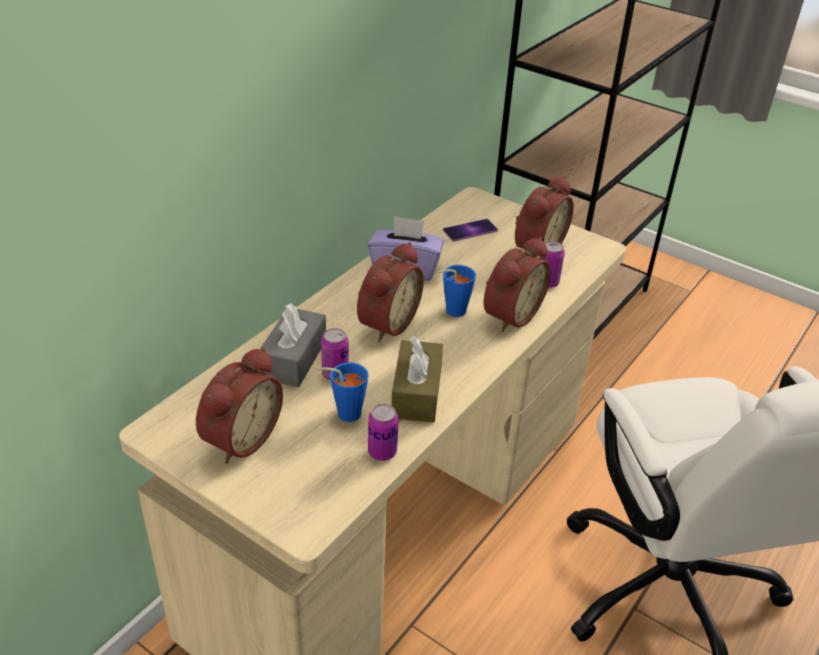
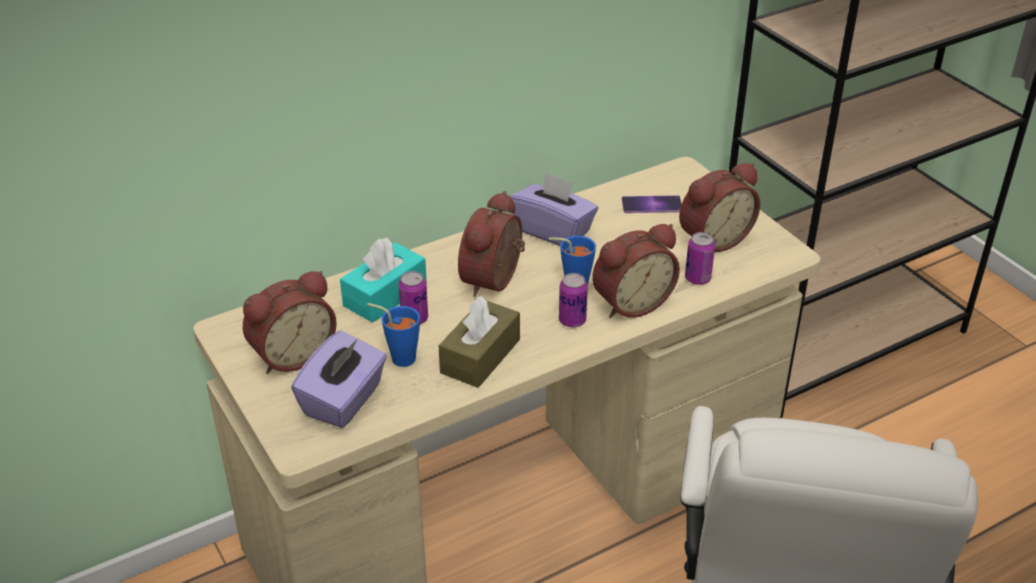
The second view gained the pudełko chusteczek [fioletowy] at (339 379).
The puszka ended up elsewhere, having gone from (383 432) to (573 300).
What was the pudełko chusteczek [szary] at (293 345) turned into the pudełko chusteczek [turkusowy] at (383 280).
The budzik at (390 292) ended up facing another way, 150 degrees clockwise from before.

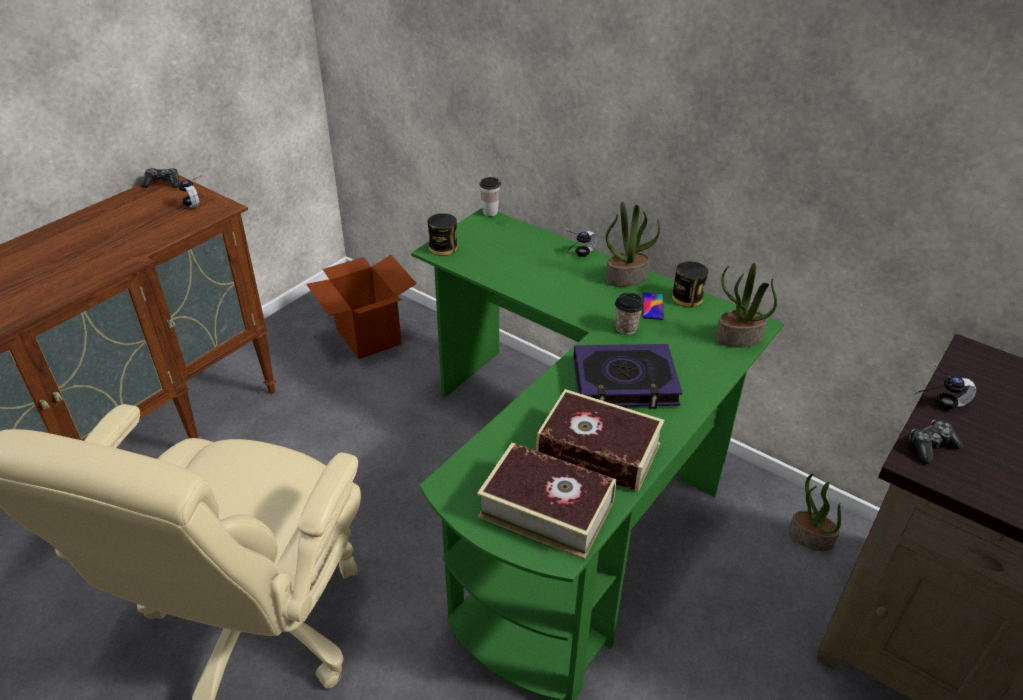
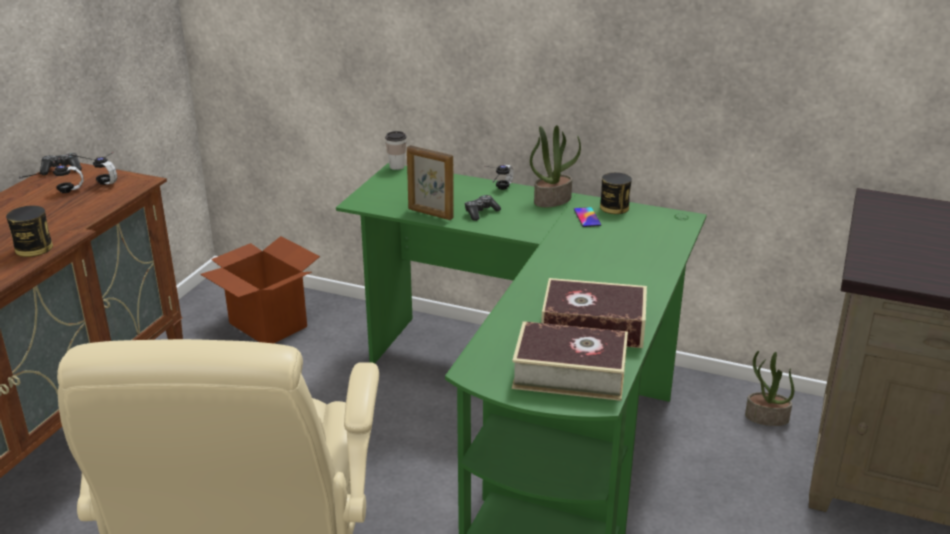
The second view lost the książka at (627 376).
The second view lost the filiżanka at (629 314).
The second view lost the roślina doniczkowa at (746 305).
The second view gained the ramka na zdjęcie at (430 182).
The puszka ended up elsewhere, having gone from (442 234) to (29 231).
The pad do gier ended up elsewhere, having gone from (936 442) to (483 208).
The słuchawki ended up elsewhere, having gone from (944 387) to (51 177).

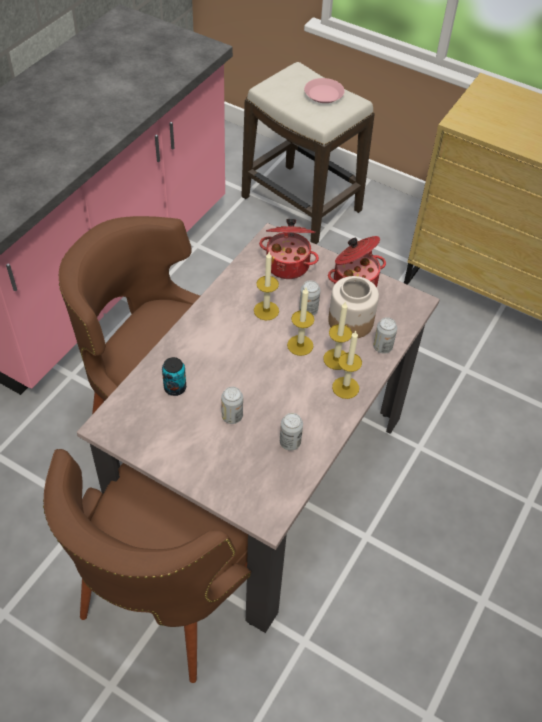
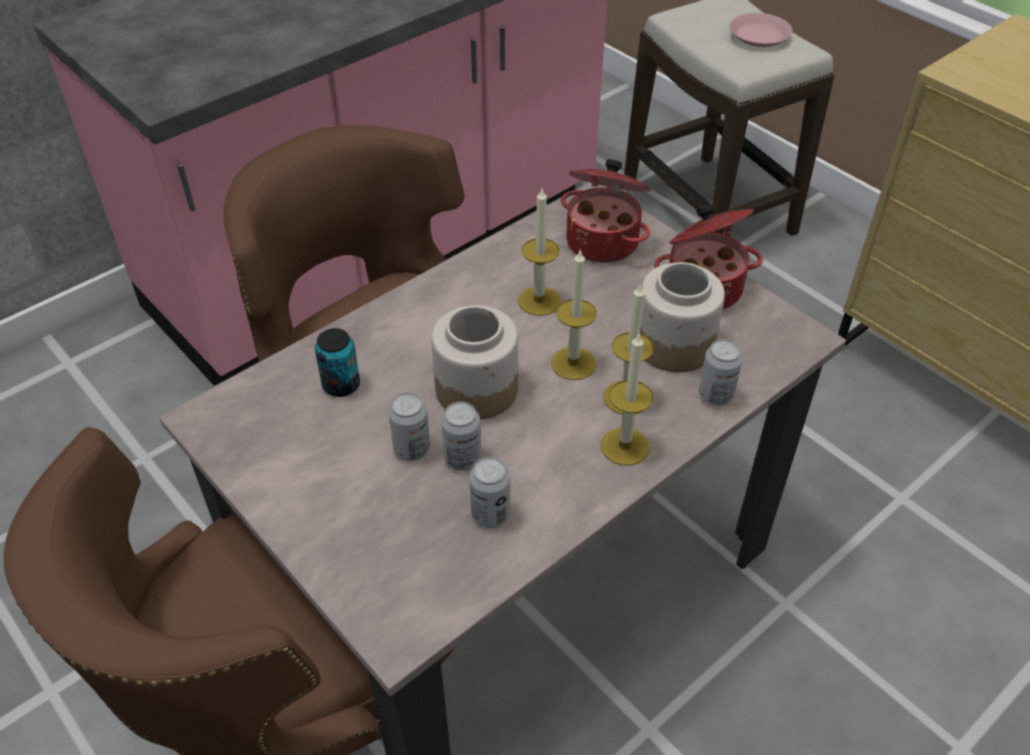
The second view gained the słoik at (474 362).
The puszka ended up elsewhere, having gone from (309 297) to (461 436).

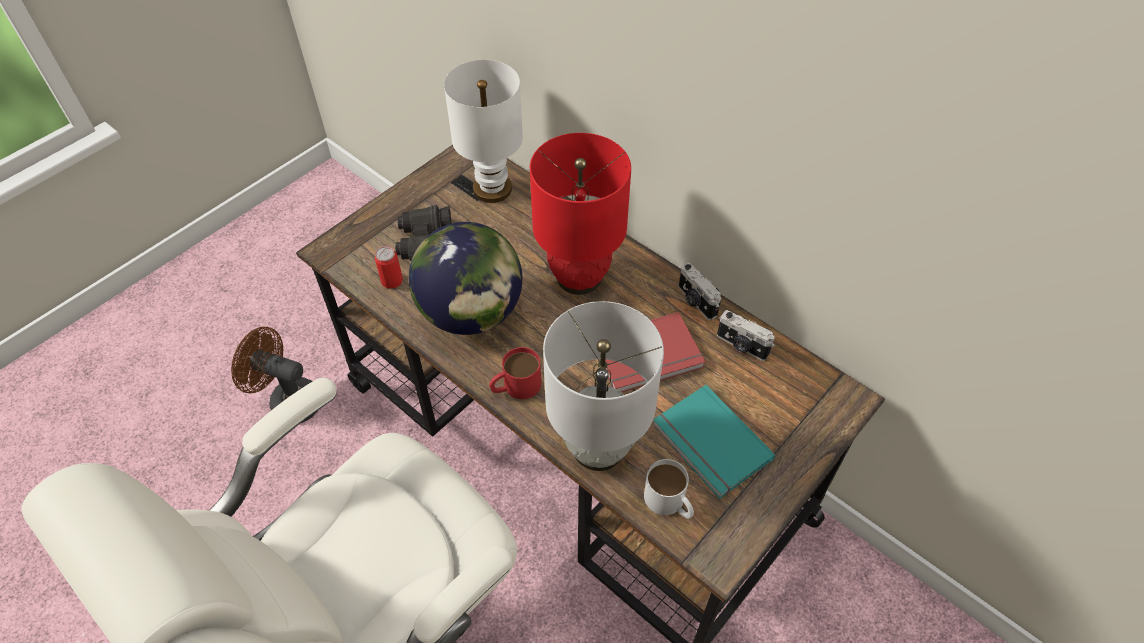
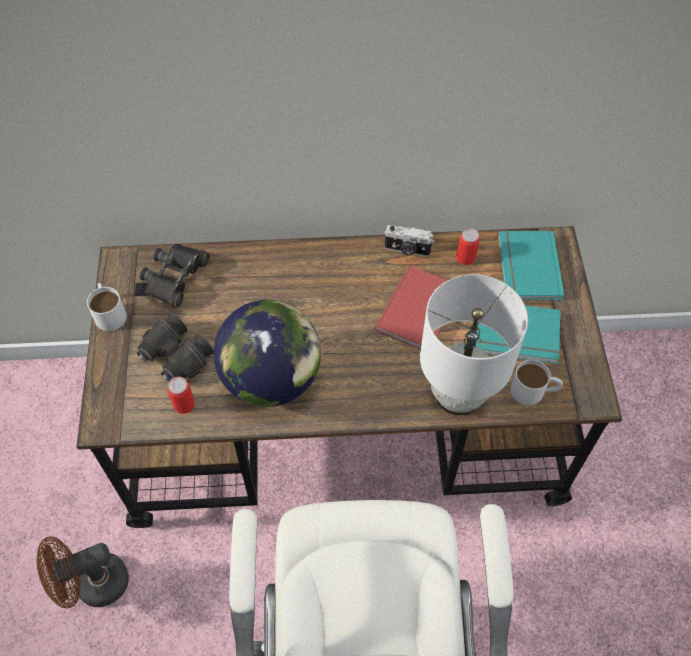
The second view lost the kubek [czerwony] at (515 373).
The second view lost the lampa stołowa [czerwony] at (580 214).
The second view gained the kubek [biały] at (107 307).
The second view gained the książka [turkusowy] at (531 265).
Where the lampa stołowa [biały] stood at (483 131), the lornetka [czarny] came to stand at (175 276).
Where the aparat fotograficzny stood at (746 335), the puszka came to stand at (468 246).

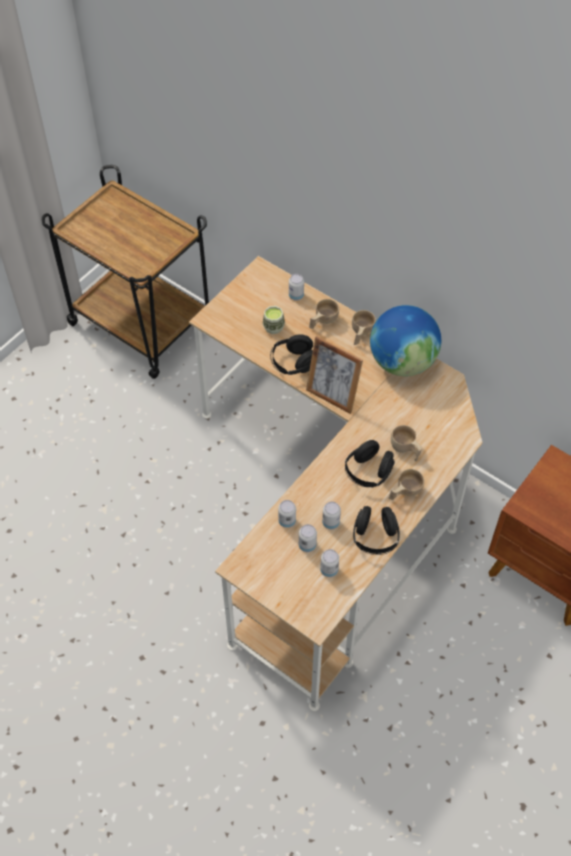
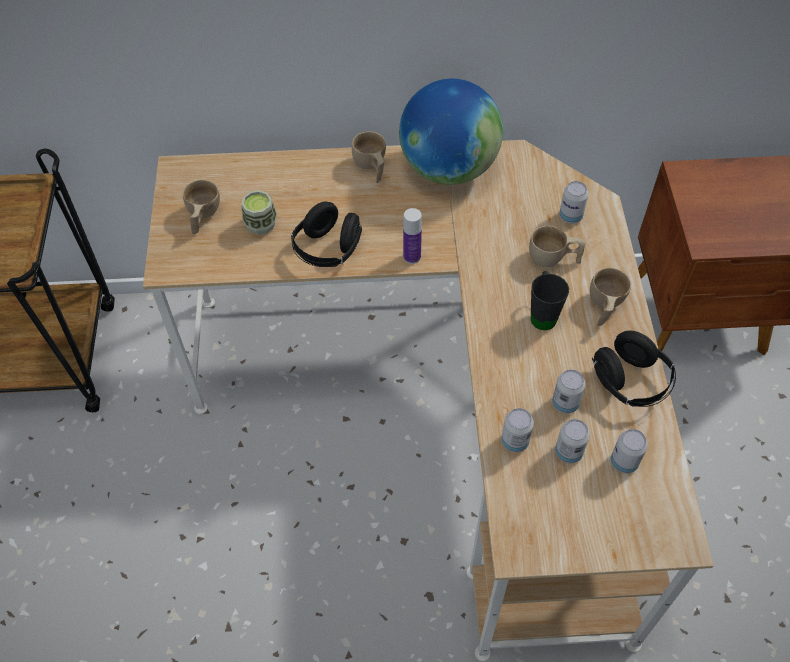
The puszka ended up elsewhere, having gone from (296 287) to (573 202).
The filiżanka [beżowy] ended up elsewhere, having gone from (324 314) to (201 207).
Where the ramka na zdjęcie stood at (334 375), the butelka came to stand at (412 236).
Where the słuchawki [czarny] stood at (370 463), the kubek [czarny] came to stand at (550 300).

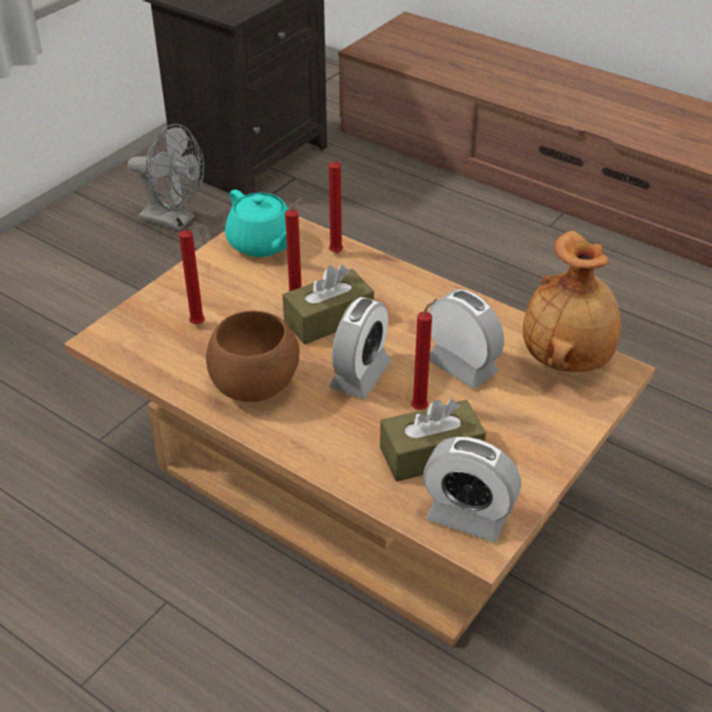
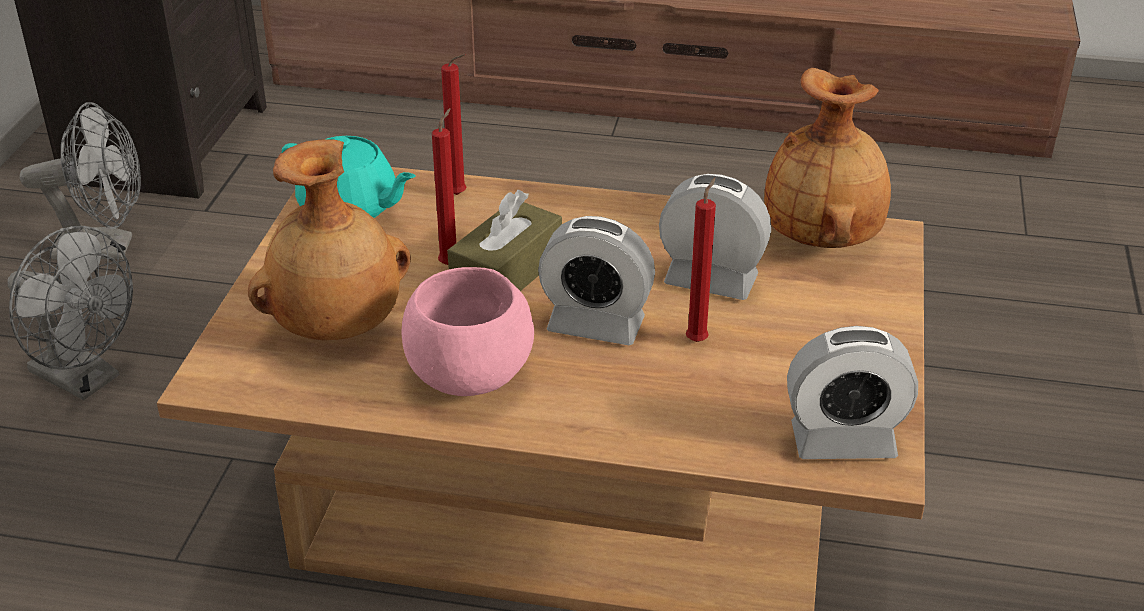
The second view lost the pudełko chusteczek [brązowy] at (433 440).
The second view gained the wentylator [szary] at (70 313).
Where the świeca [czerwony] stood at (192 276), the wazon [brązowy] came to stand at (329 239).
What was the miska [brązowy] at (253 356) turned into the miska [różowy] at (468 331).
The budzik at (360 348) ended up facing another way, 105 degrees clockwise from before.

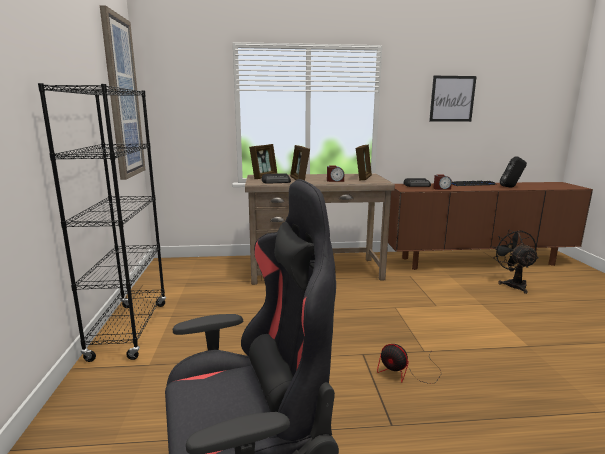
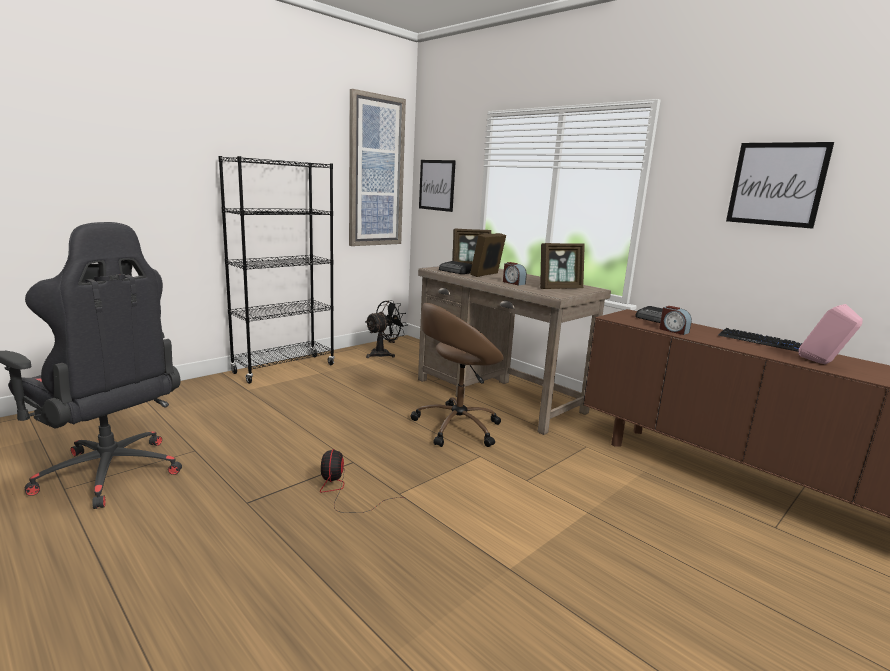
The second view gained the krzesło biurowe [brązowy] at (457 375).
The second view gained the obraz at (437 186).
The wentylator [czarny] ended up elsewhere, having gone from (516 262) to (386 329).
What was the głośnik [czarny] at (513 171) turned into the głośnik [różowy] at (830 334).

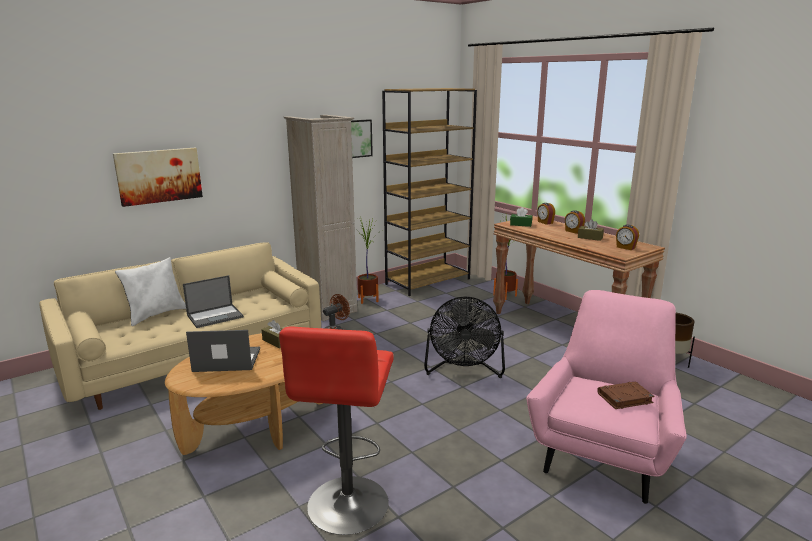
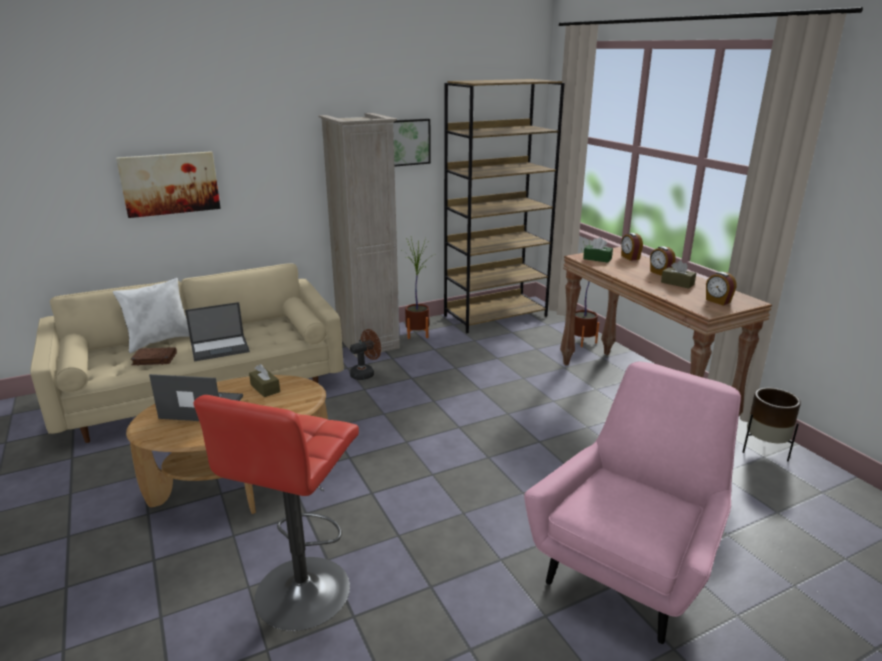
The second view lost the wentylator [czarny] at (464 337).
The książka [brązowy] ended up elsewhere, having gone from (625 395) to (153 356).

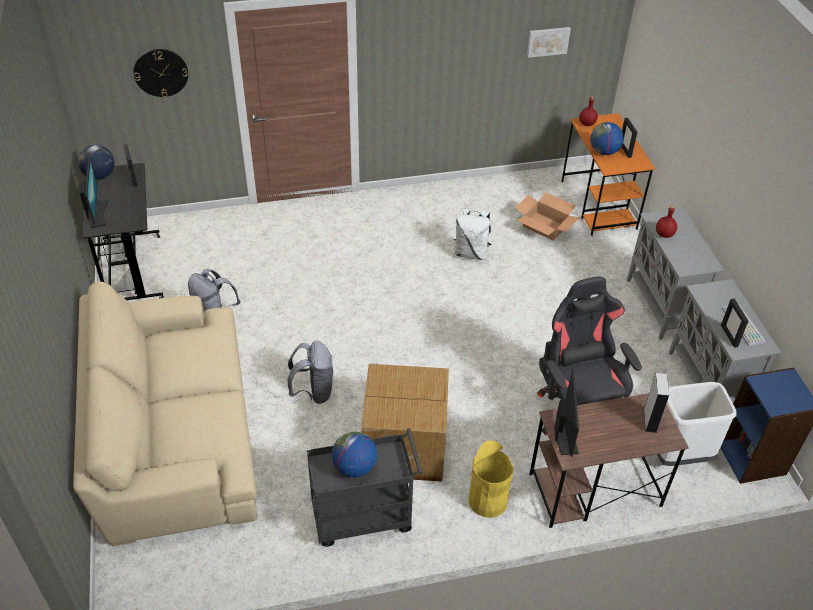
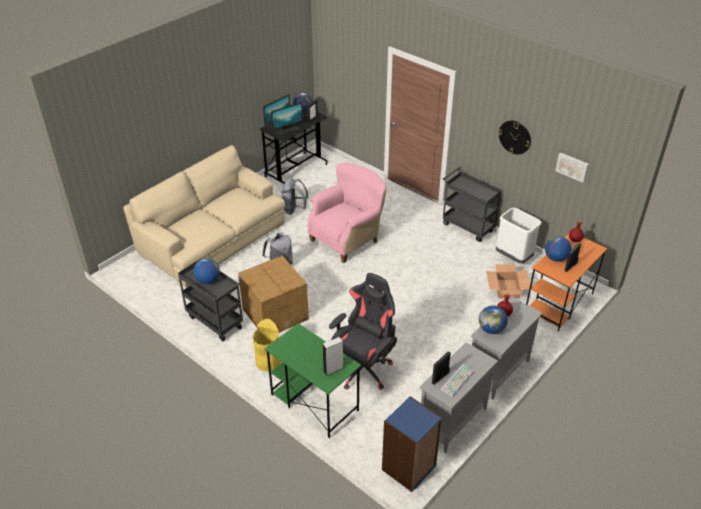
The second view lost the plecak [biały] at (472 234).
The second view gained the fotel [różowy] at (347 213).
The second view gained the wózek [szary] at (472 204).
The second view gained the globus at (493 320).
The zegar ścienny ended up elsewhere, having gone from (161 73) to (514 137).
The monitor ended up elsewhere, having gone from (566 413) to (287 119).
The kosz na śmieci [biały] ended up elsewhere, having gone from (696 424) to (519 236).
What was the biurko [brązowy] at (609 460) turned into the biurko [zielony] at (313 380).

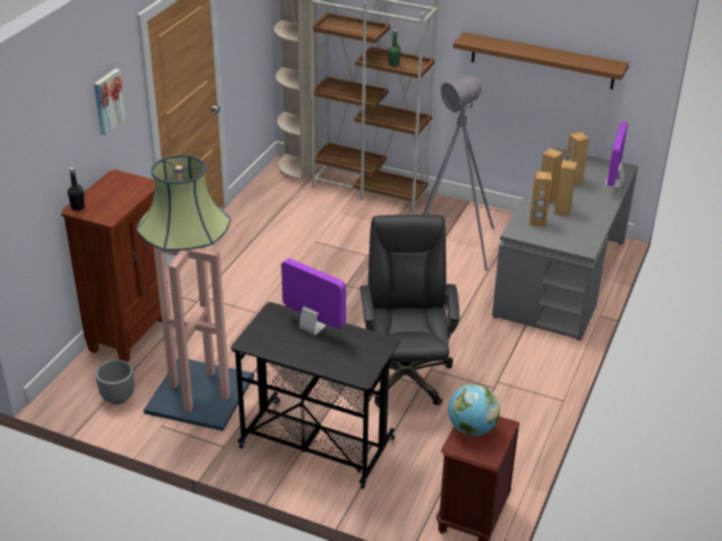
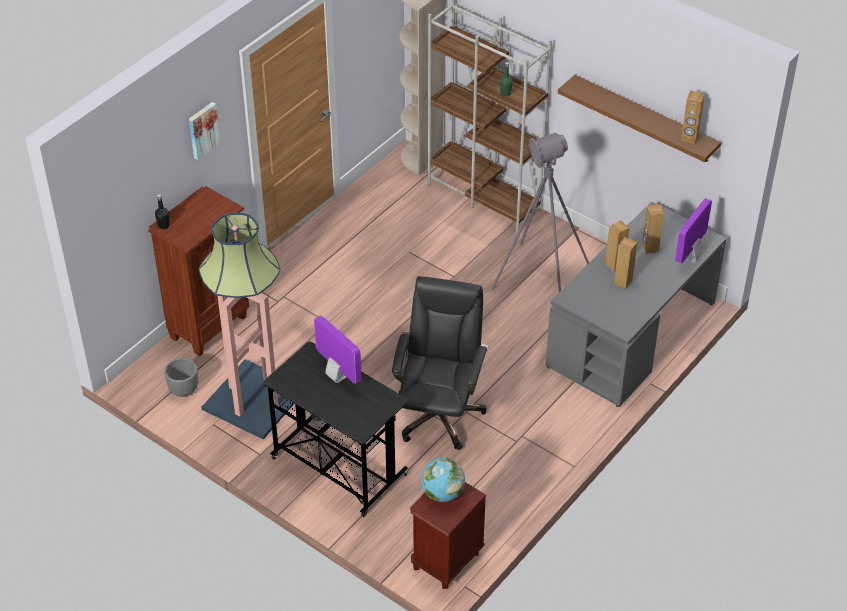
The głośnik [brązowy] ended up elsewhere, having gone from (541 199) to (692 117).

